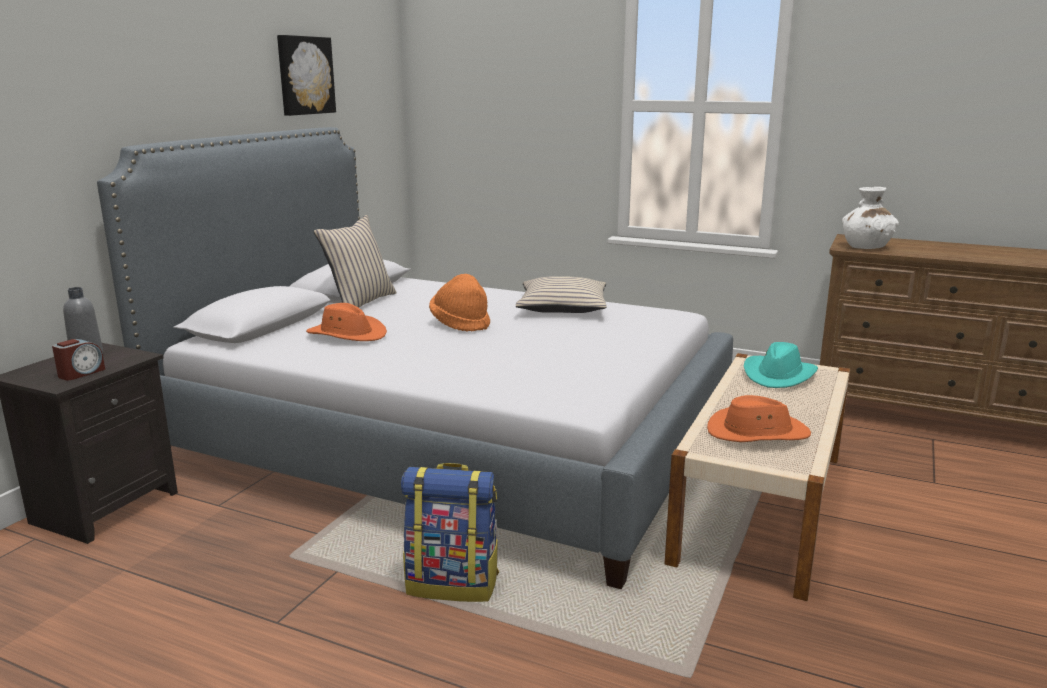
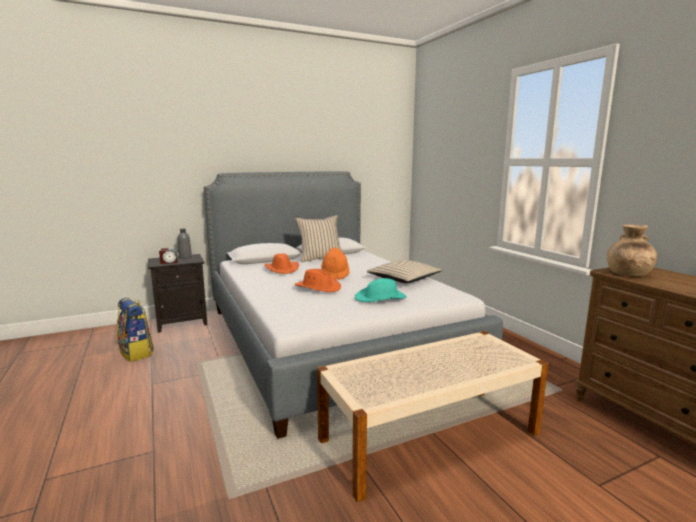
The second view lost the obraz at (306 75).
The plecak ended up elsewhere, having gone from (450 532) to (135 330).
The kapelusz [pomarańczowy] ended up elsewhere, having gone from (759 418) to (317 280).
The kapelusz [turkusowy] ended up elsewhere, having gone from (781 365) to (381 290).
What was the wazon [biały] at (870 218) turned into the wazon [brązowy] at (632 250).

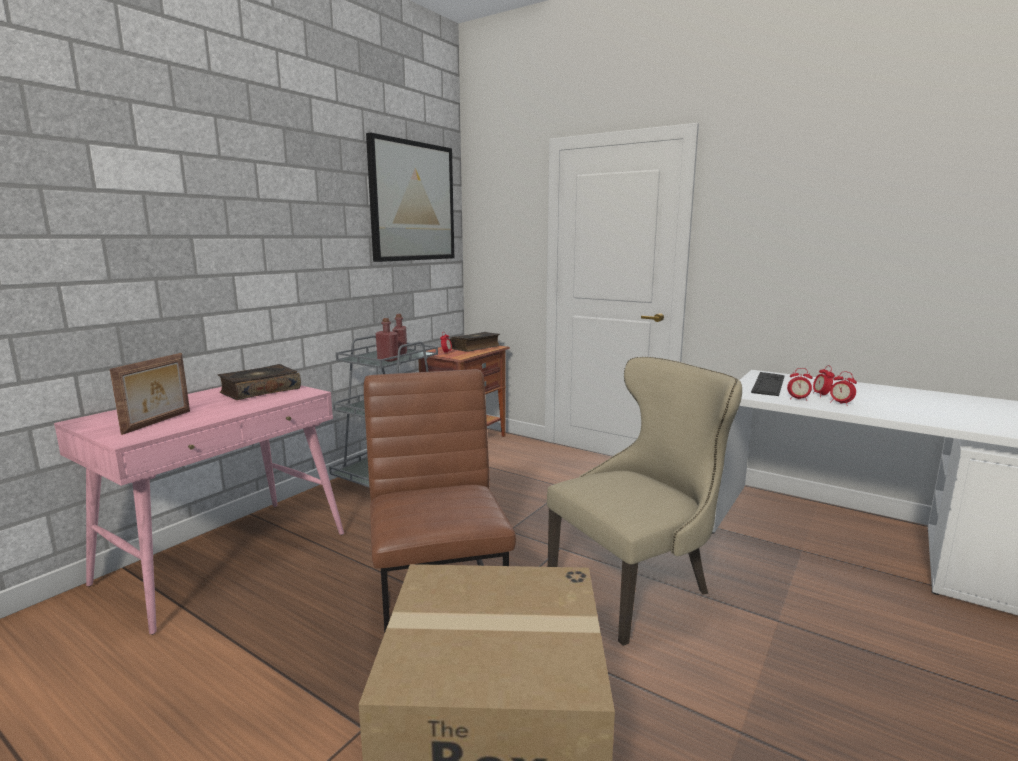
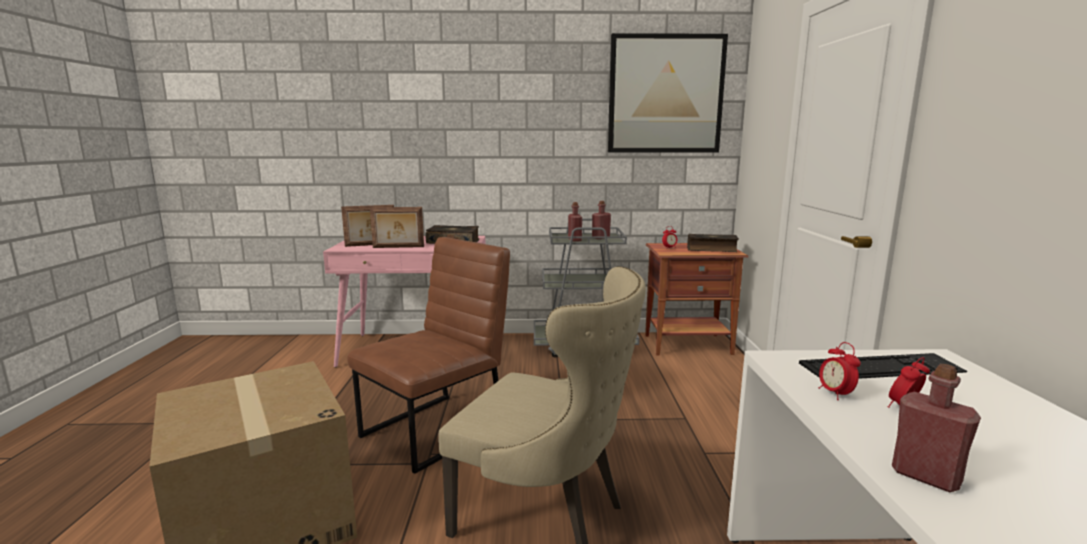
The second view lost the budzik at (843 388).
The second view gained the ramka na zdjęcie at (397 227).
The second view gained the butelka [czerwony] at (936 428).

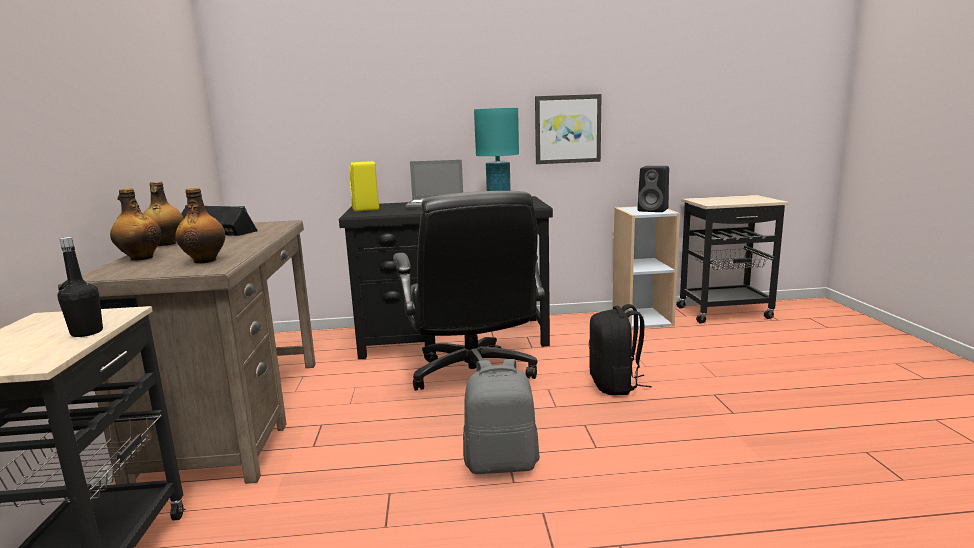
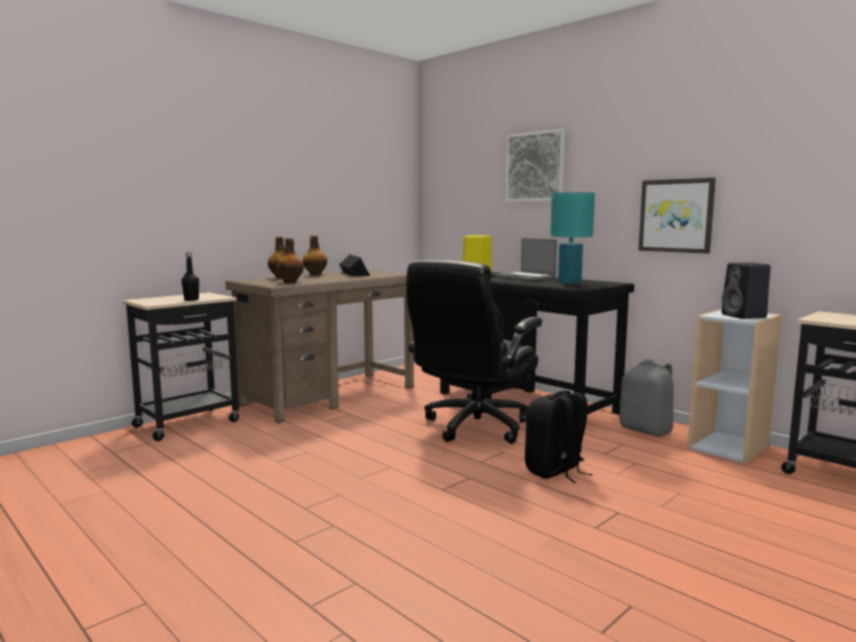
The second view gained the obraz at (535 165).
The plecak [szary] ended up elsewhere, having gone from (501 416) to (646 398).

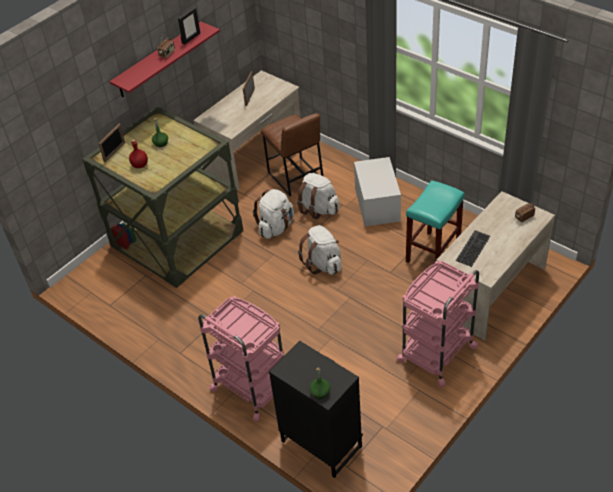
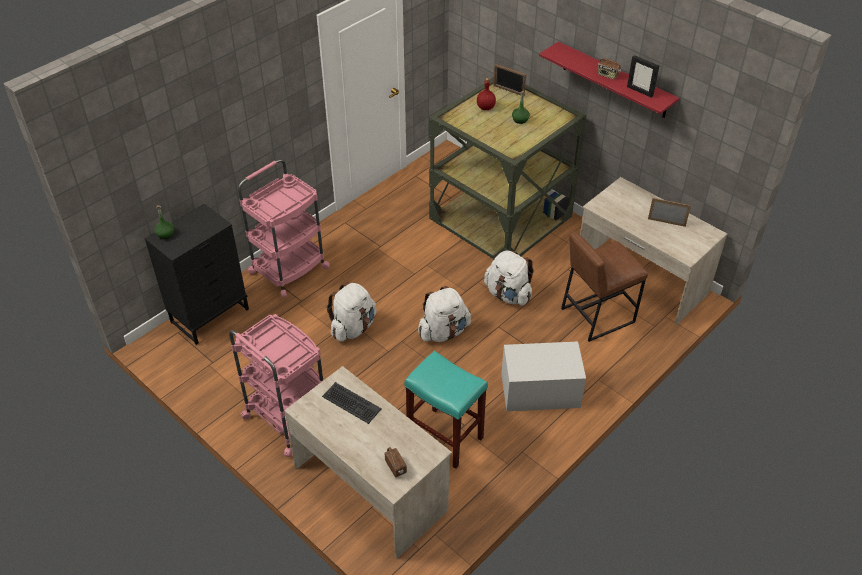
The plecak [biały] ended up elsewhere, having gone from (318 196) to (352 312).

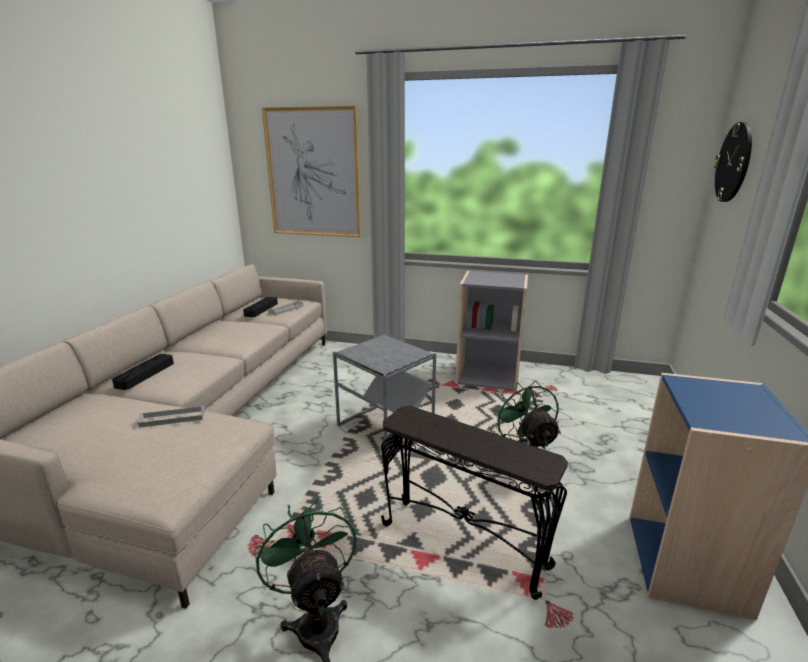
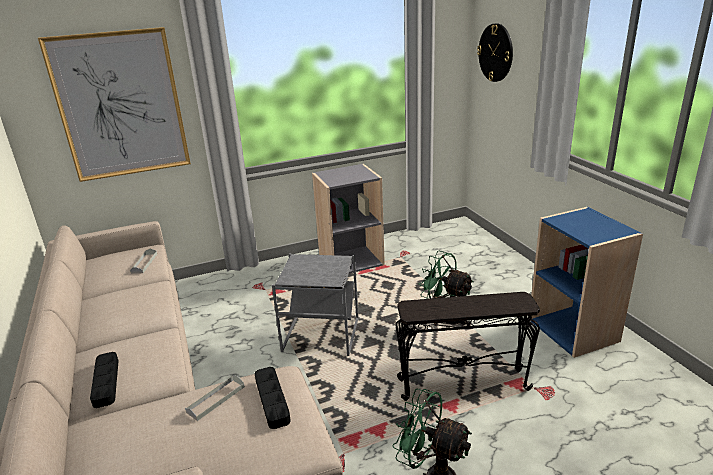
The taca [czarny] ended up elsewhere, having gone from (260 307) to (273 398).

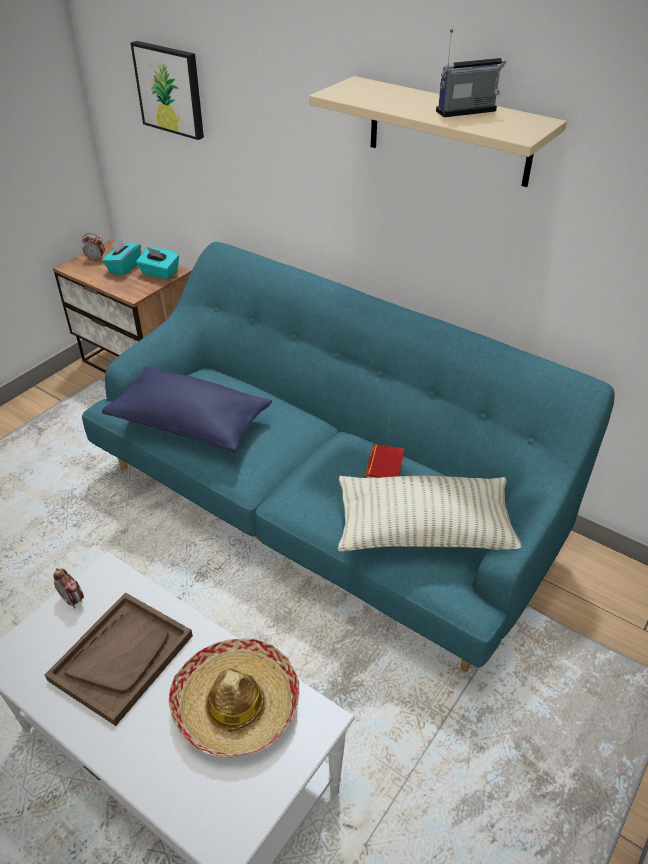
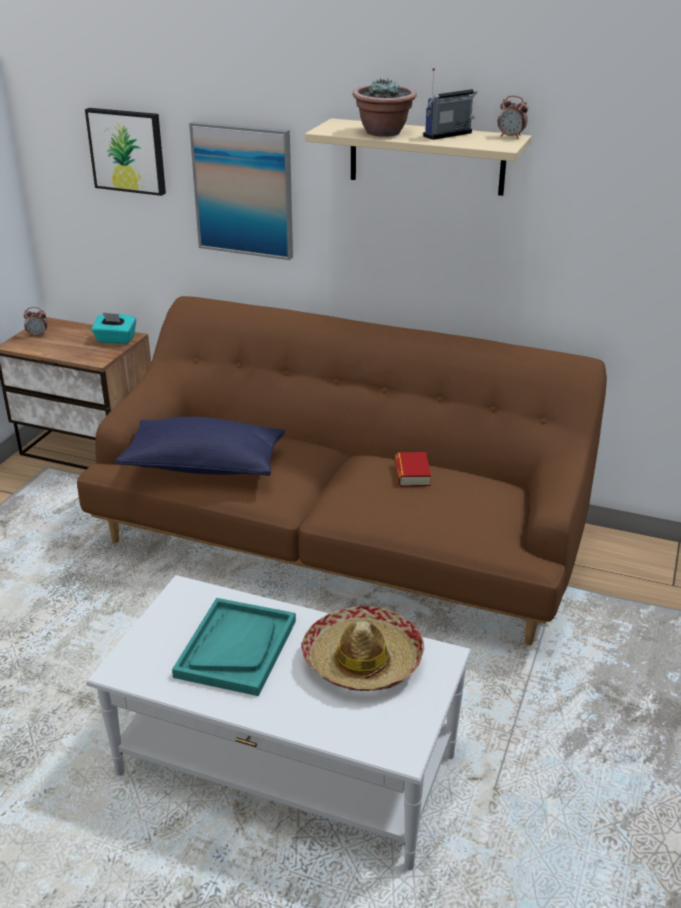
The second view lost the pudełko chusteczek [turkusowy] at (122 256).
The second view lost the poduszka at (429 514).
The second view gained the obraz at (241 190).
The second view gained the roślina doniczkowa at (385 107).
The budzik ended up elsewhere, having gone from (68 588) to (513 117).
What was the taca [brązowy] at (119 659) turned into the taca [turkusowy] at (234 647).
What was the kanapa [turkusowy] at (348 457) turned into the kanapa [brązowy] at (342 470).

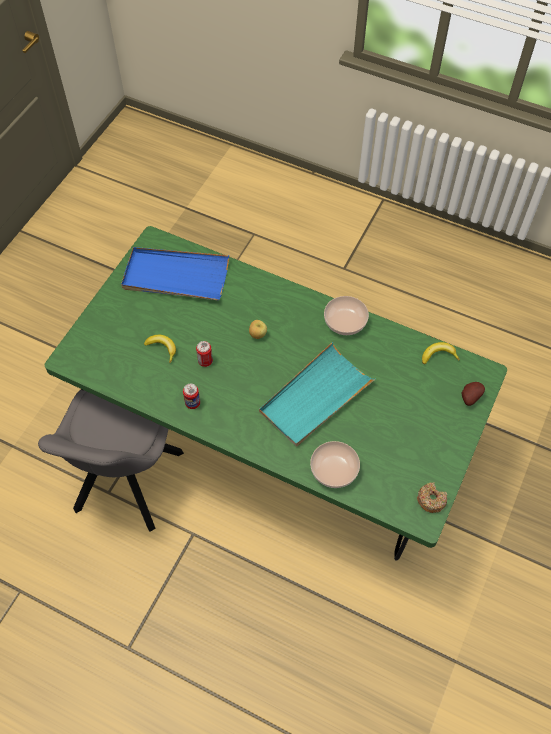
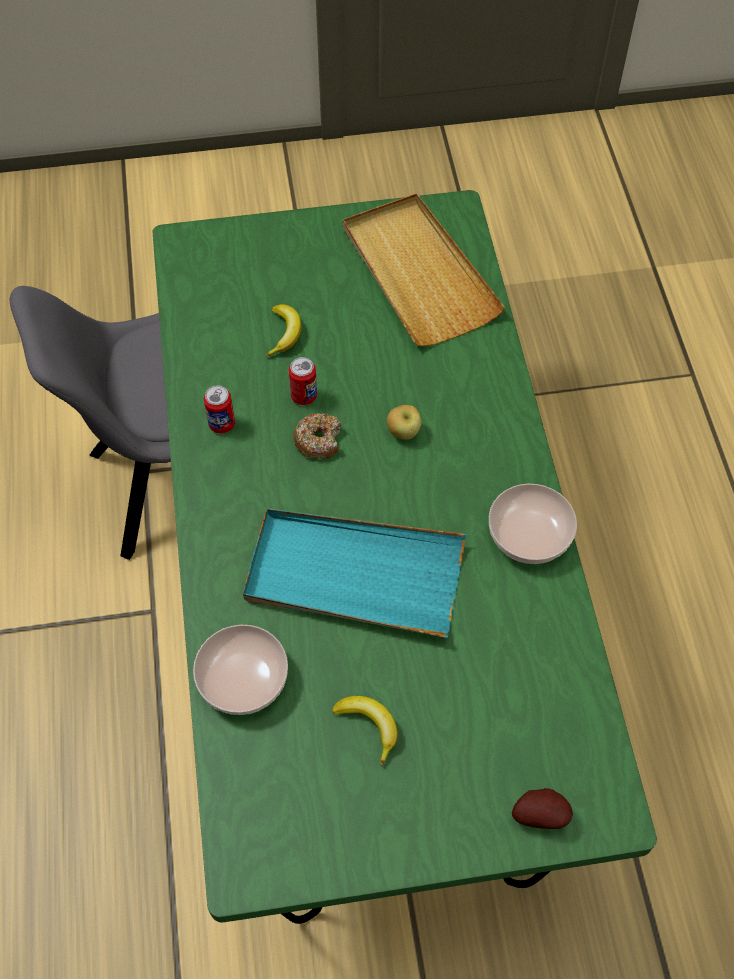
The donut ended up elsewhere, having gone from (432 497) to (317 436).
The banan ended up elsewhere, having gone from (441 353) to (365 731).
What was the taca [niebieski] at (175 274) turned into the taca [beżowy] at (424 269).

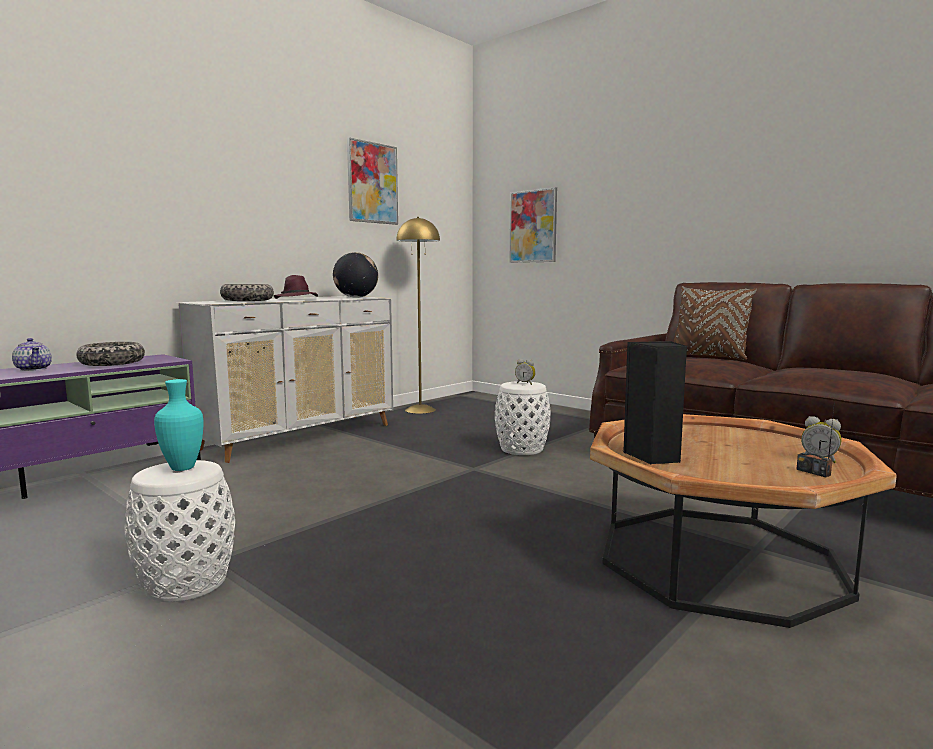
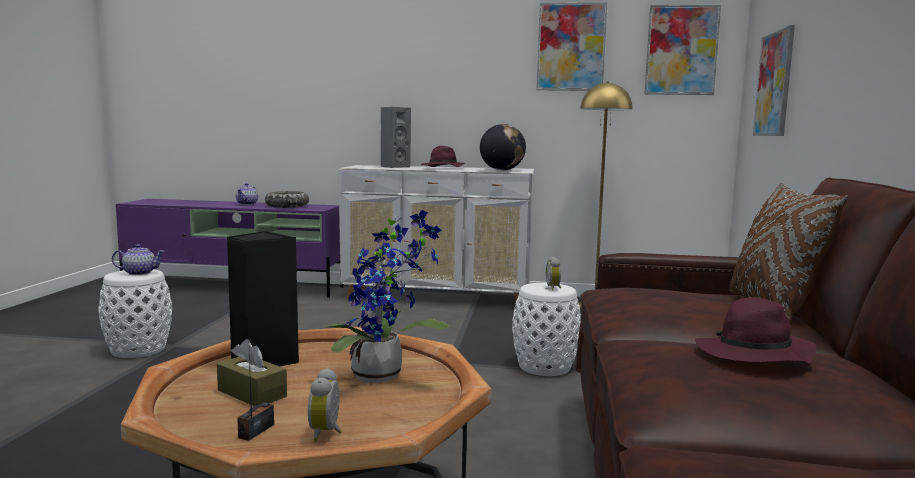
The second view gained the pudełko chusteczek [brązowy] at (252 372).
The second view gained the roślina doniczkowa at (384 296).
The second view gained the obraz at (682 50).
The second view gained the kapelusz [fioletowy] at (756 330).
Where the wazon [turkusowy] stood at (178 425), the imbryk came to stand at (138 259).
Where the miska stood at (247 292), the głośnik [szary] came to stand at (396 137).

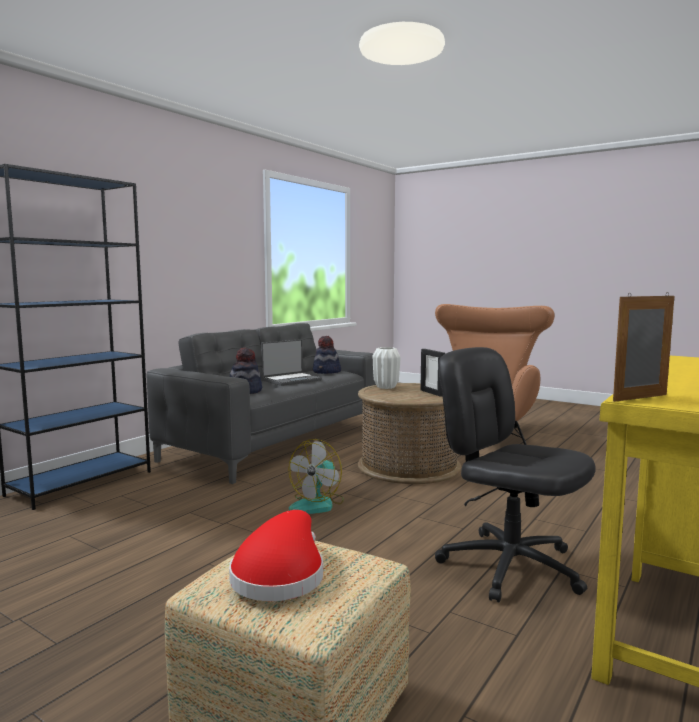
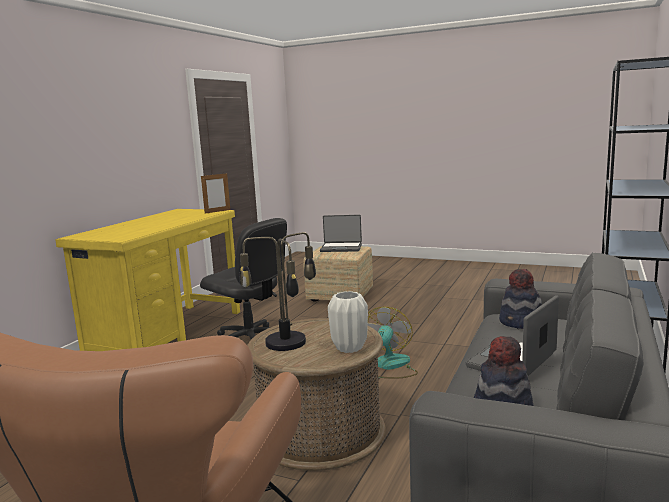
Where the kapelusz [czerwony] stood at (276 555), the laptop came to stand at (341 233).
Where the ramka na zdjęcie stood at (432 373), the lampa stołowa came to stand at (277 291).

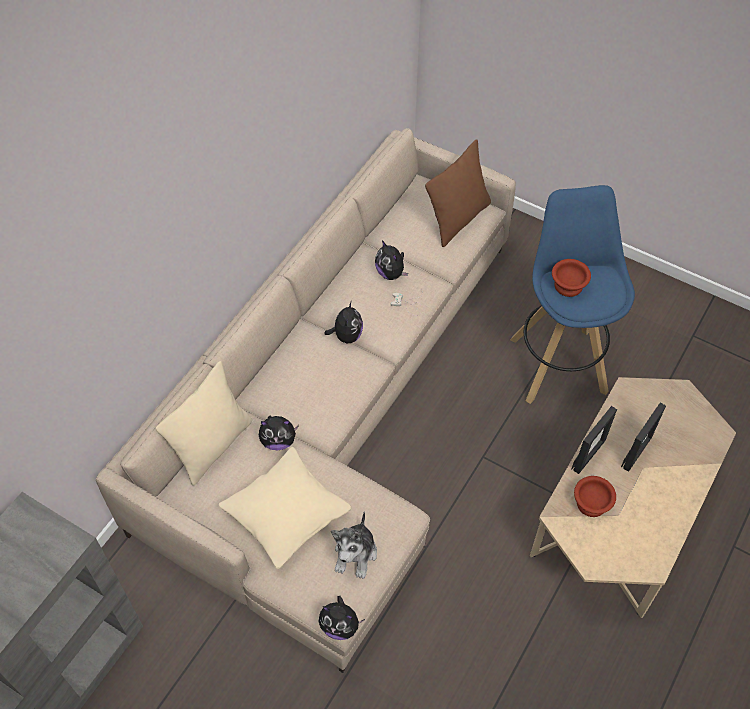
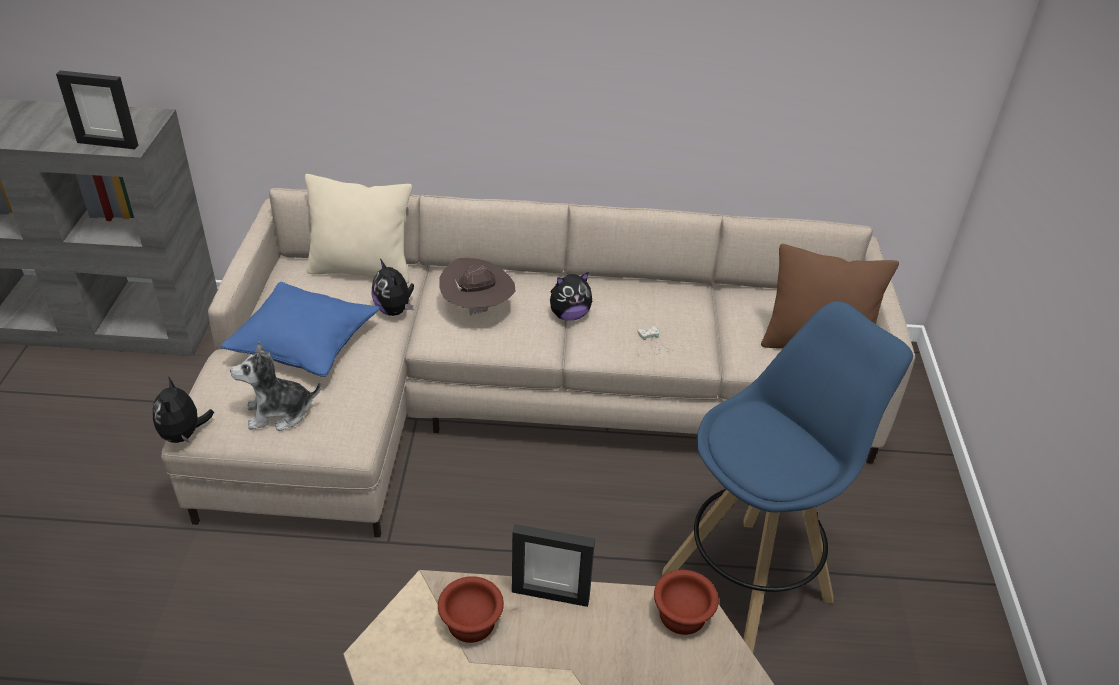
The second view lost the pluszak at (391 260).
The second view gained the kapelusz [brązowy] at (478 287).
The miska [brązowy] ended up elsewhere, having gone from (571 278) to (686 602).
The ramka na zdjęcie ended up elsewhere, having gone from (643 437) to (97 109).
What was the poduszka [beżowy] at (285 508) turned into the poduszka [niebieski] at (300 329).

